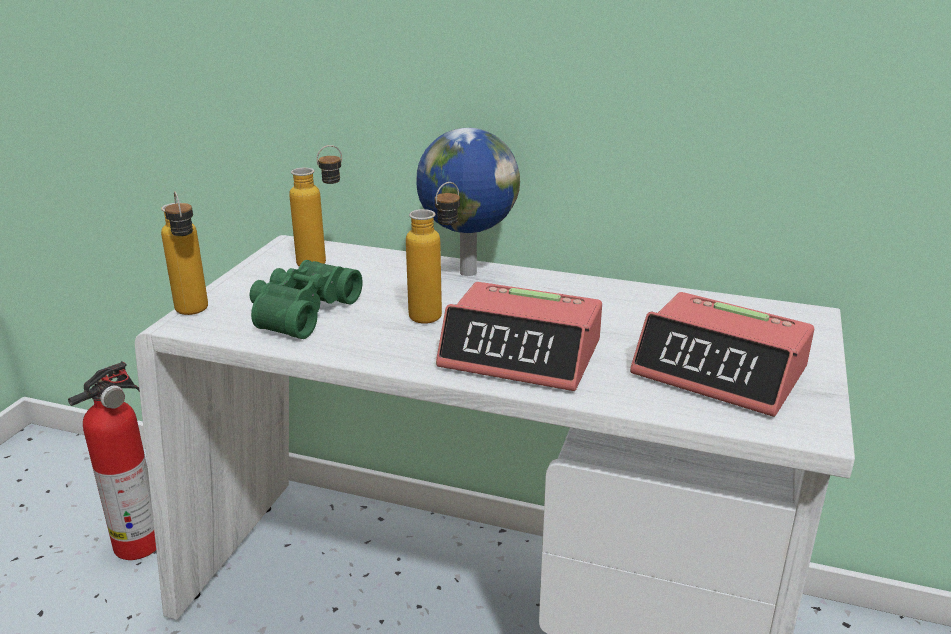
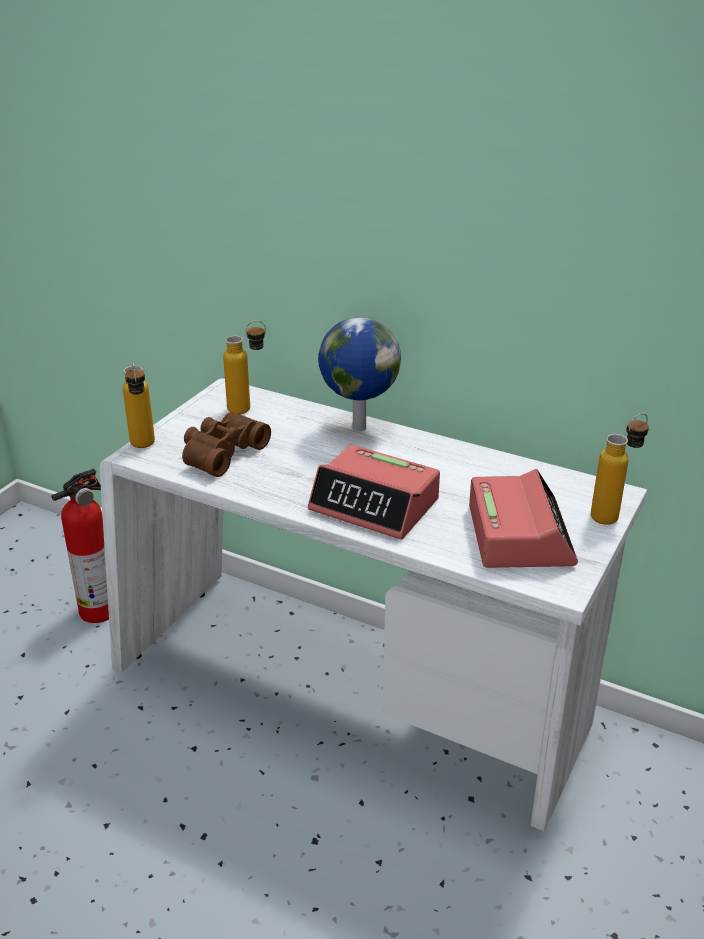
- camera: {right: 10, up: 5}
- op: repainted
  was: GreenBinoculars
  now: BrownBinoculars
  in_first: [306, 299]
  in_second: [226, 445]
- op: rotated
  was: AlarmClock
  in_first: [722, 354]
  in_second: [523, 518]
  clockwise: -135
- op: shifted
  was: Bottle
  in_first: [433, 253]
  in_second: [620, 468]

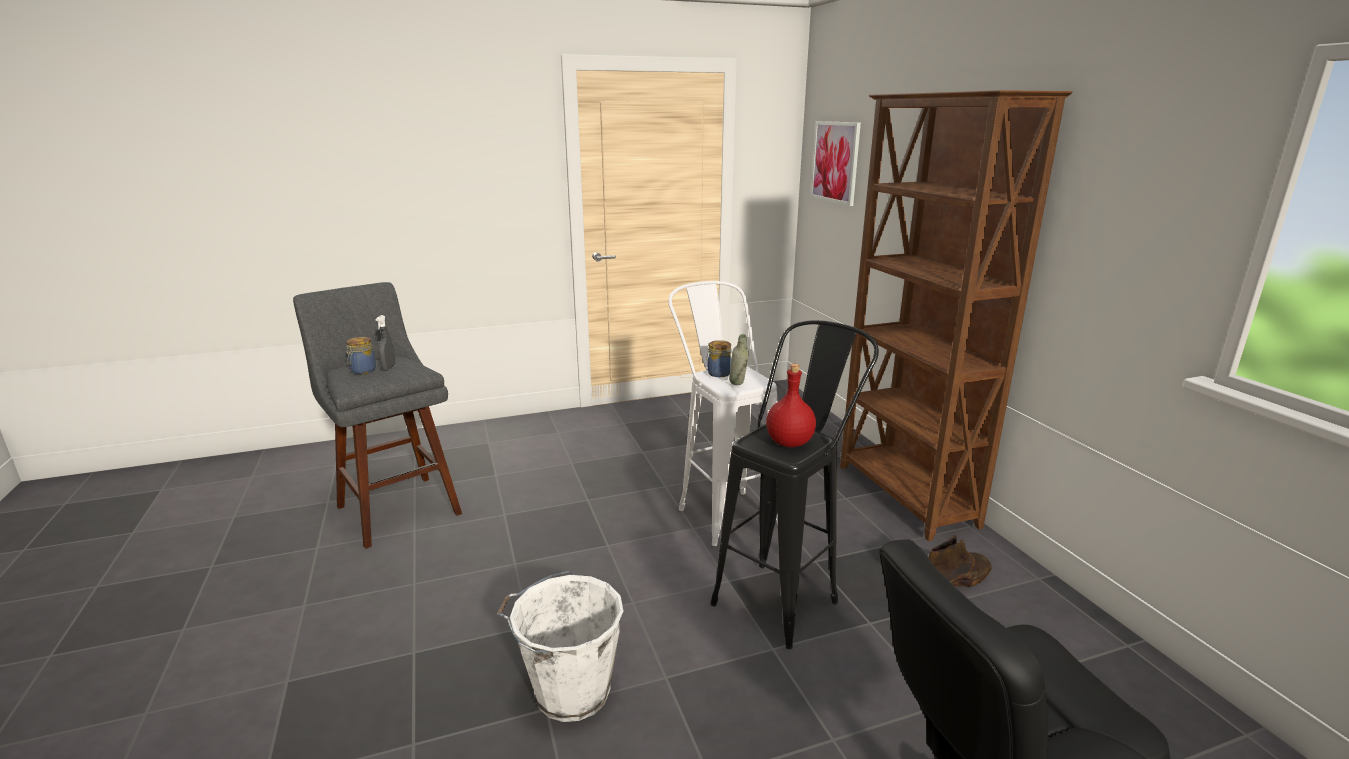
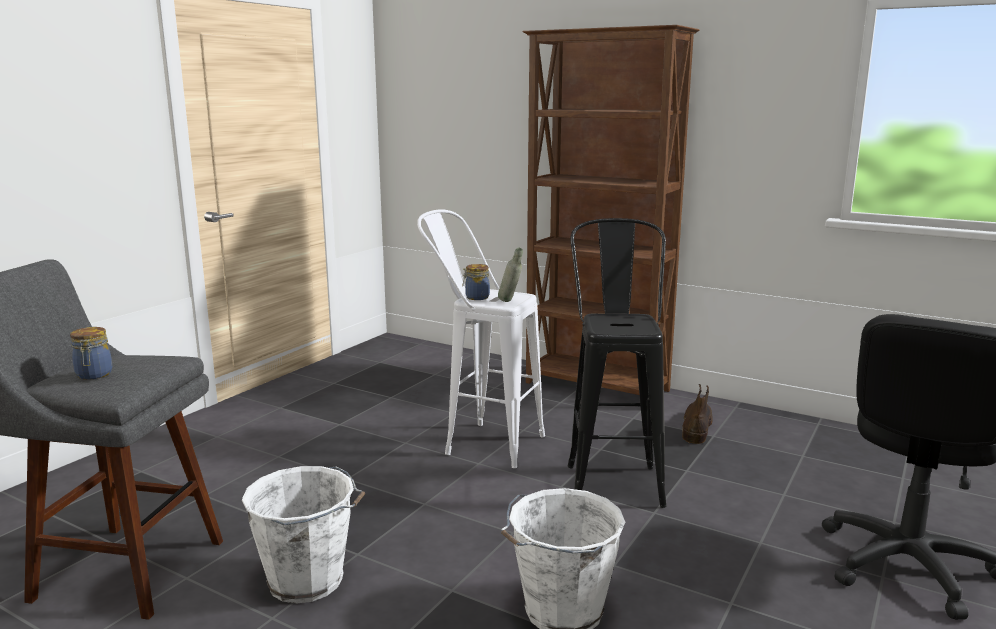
- camera: {right: -40, up: -5}
- op: new
  now: WhiteBucket
  in_second: [303, 535]
- op: gone
  was: GreySprayBottle
  in_first: [385, 343]
- op: gone
  was: RedBottle
  in_first: [791, 405]
- op: gone
  was: Picture
  in_first: [835, 163]

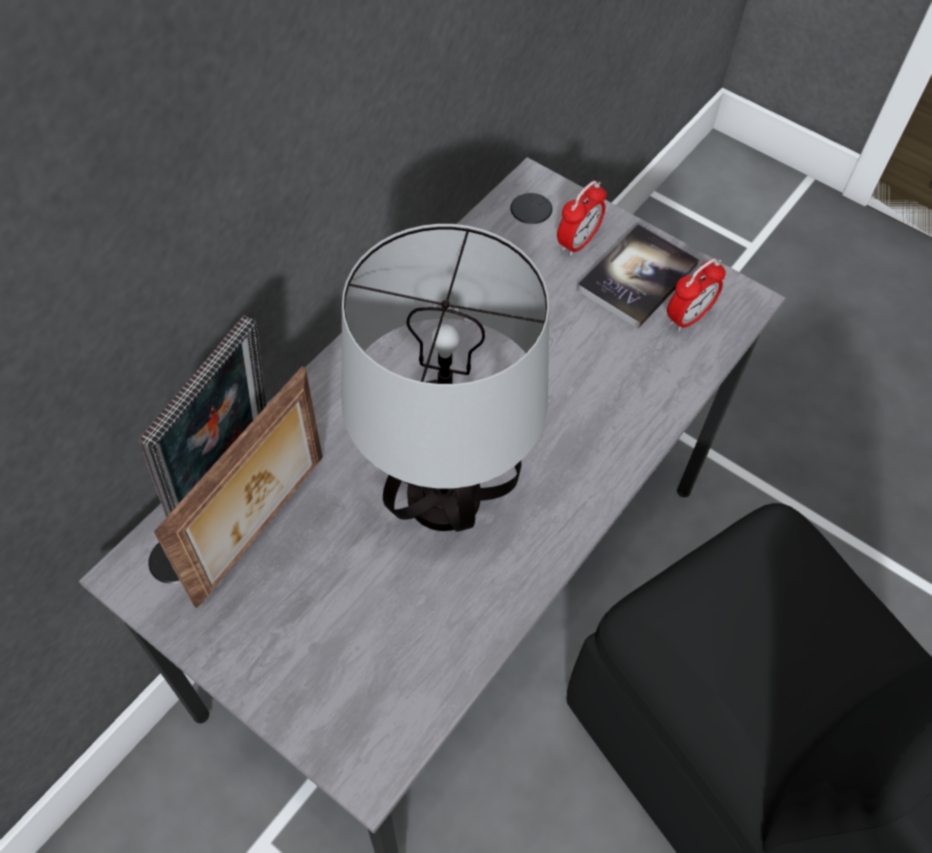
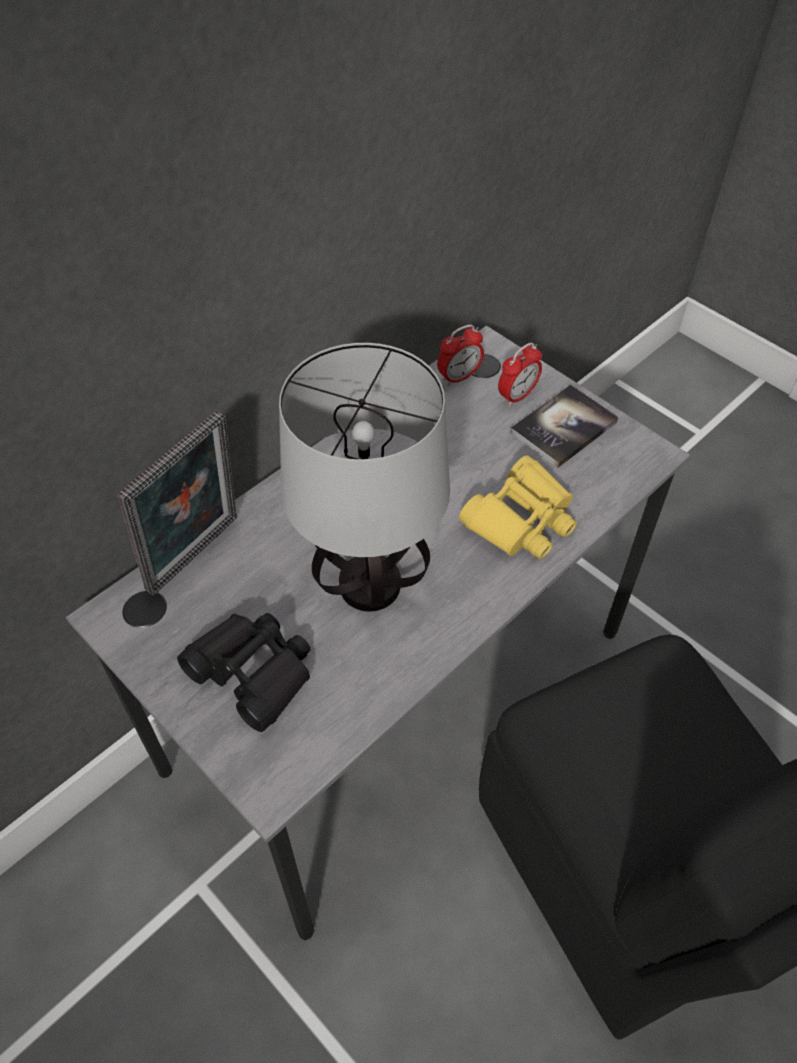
- camera: {right: 10, up: -5}
- op: new
  now: BlackBinoculars
  in_second: [243, 672]
- op: shifted
  was: AlarmClock
  in_first: [696, 295]
  in_second: [460, 355]
- op: new
  now: YellowBinoculars
  in_second: [518, 507]
- op: gone
  was: PictureFrame
  in_first: [238, 487]

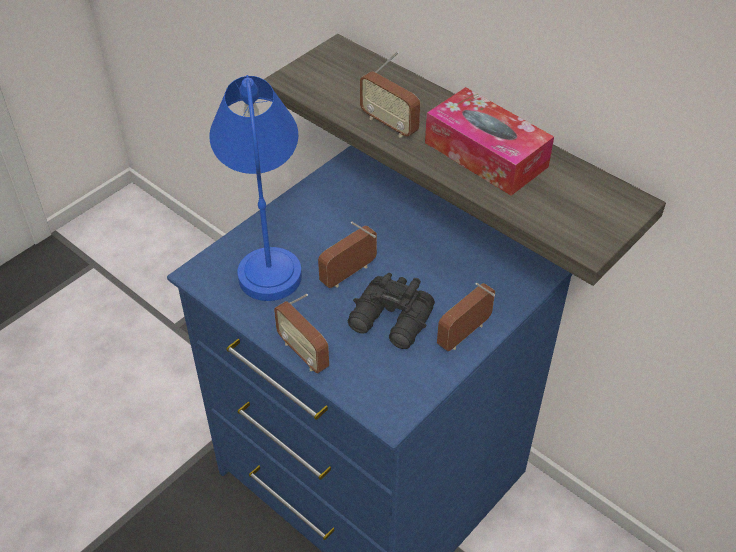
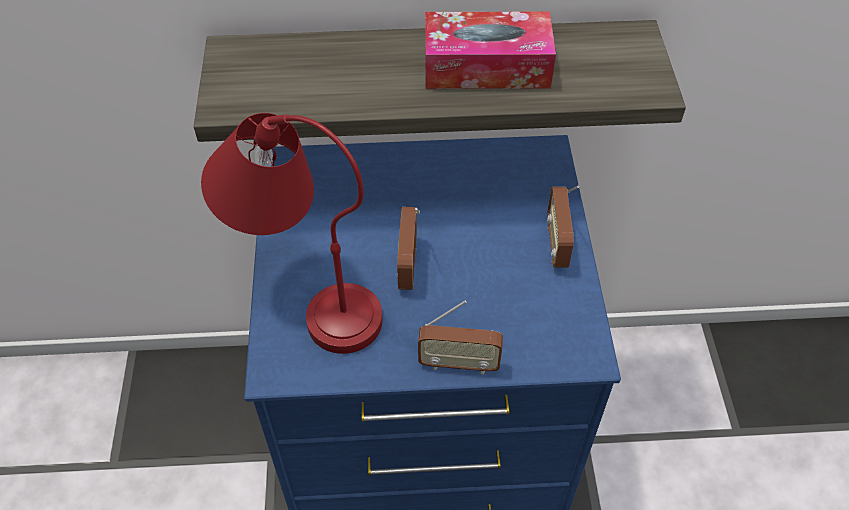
- camera: {right: -45, up: 5}
- op: repainted
  was: BlueTableLamp
  now: RedTableLamp
  in_first: [255, 188]
  in_second: [291, 233]
- op: gone
  was: BlackBinoculars
  in_first: [391, 311]
- op: gone
  was: Radio
  in_first: [390, 94]

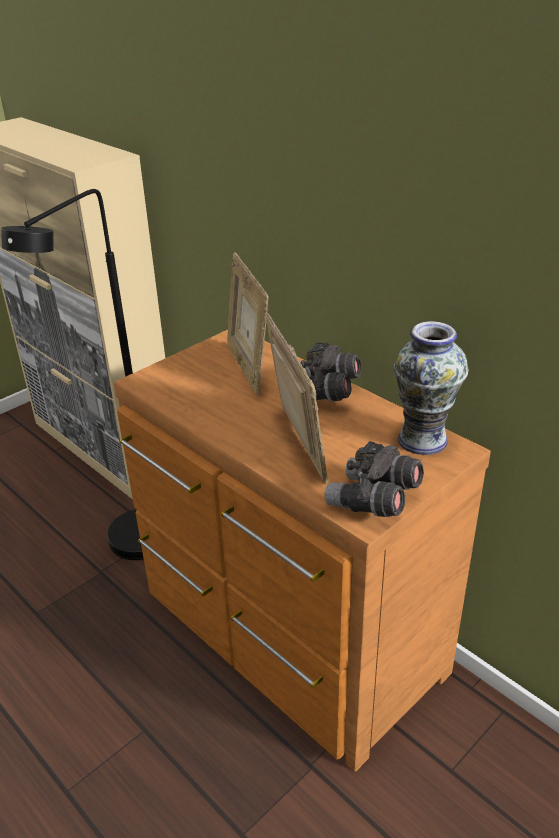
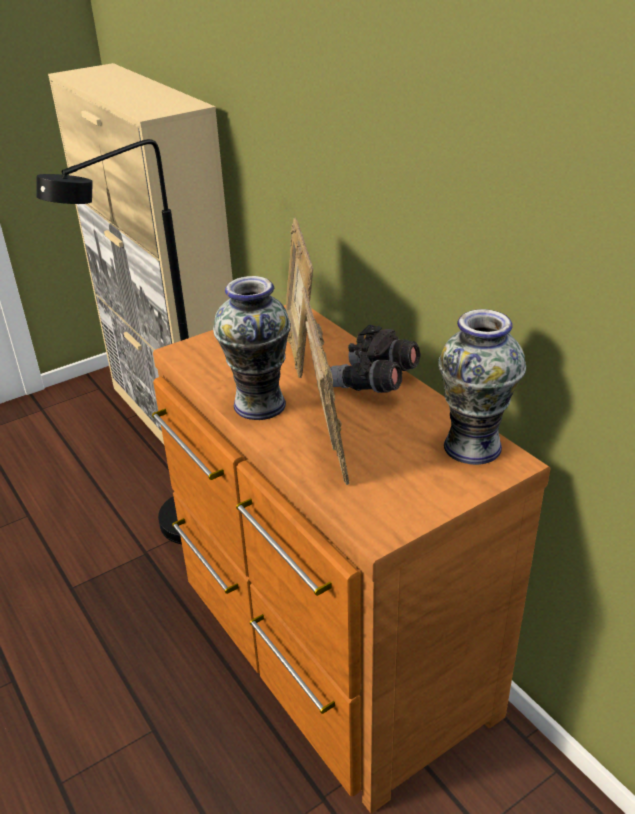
- camera: {right: 10, up: 0}
- op: new
  now: Vase
  in_second: [252, 348]
- op: gone
  was: GreyBinoculars
  in_first: [374, 479]

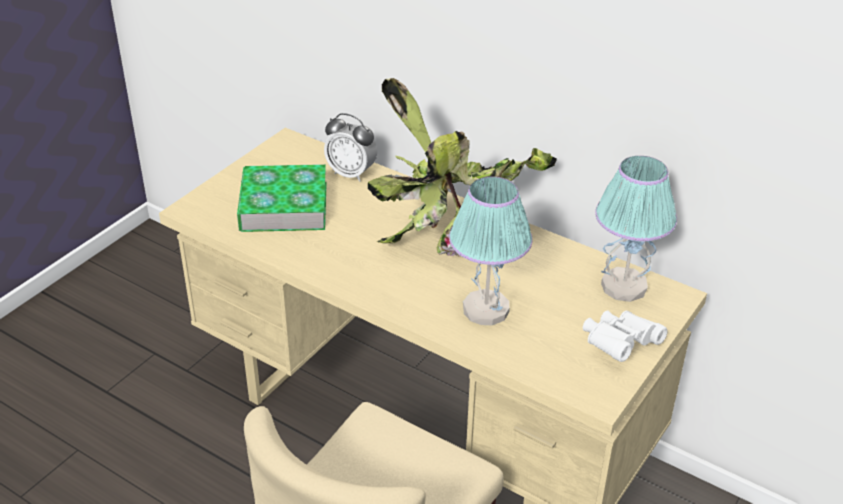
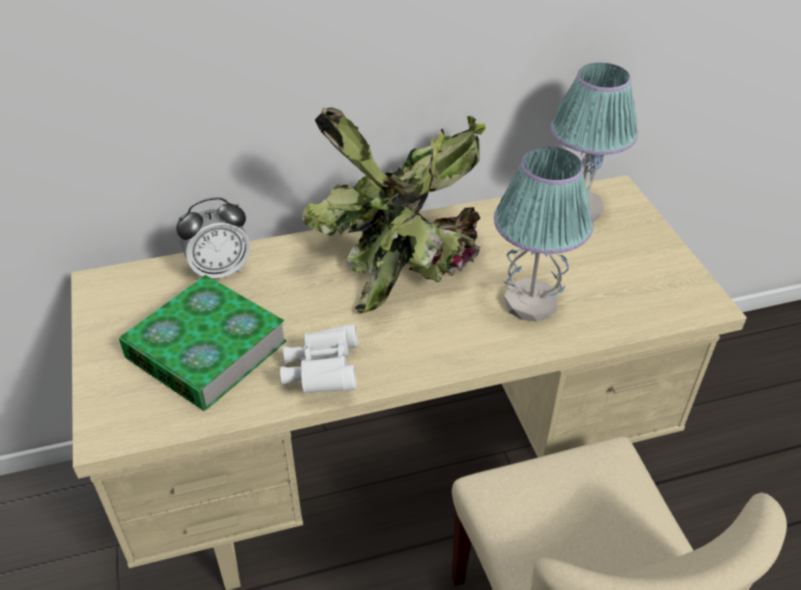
- camera: {right: -50, up: 5}
- op: shifted
  was: WhiteBinoculars
  in_first: [625, 336]
  in_second: [319, 359]

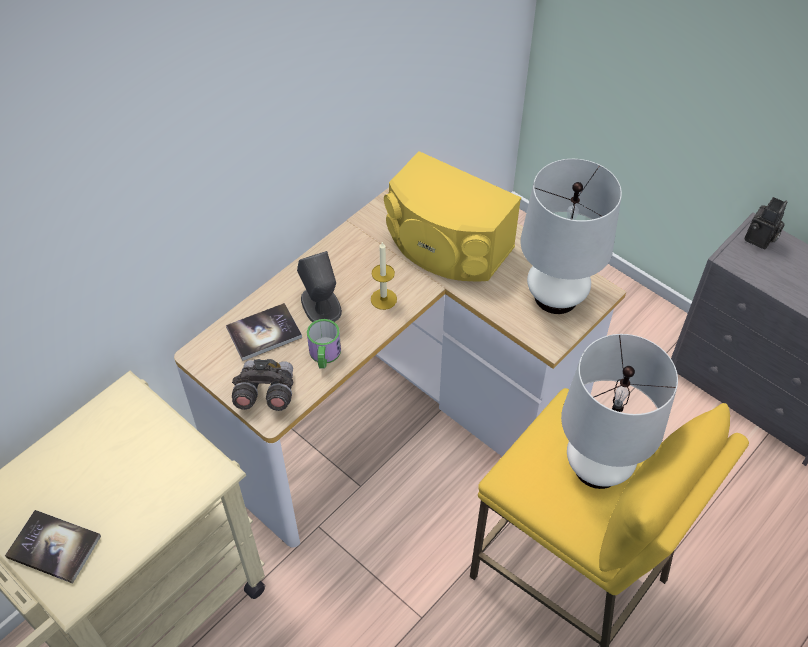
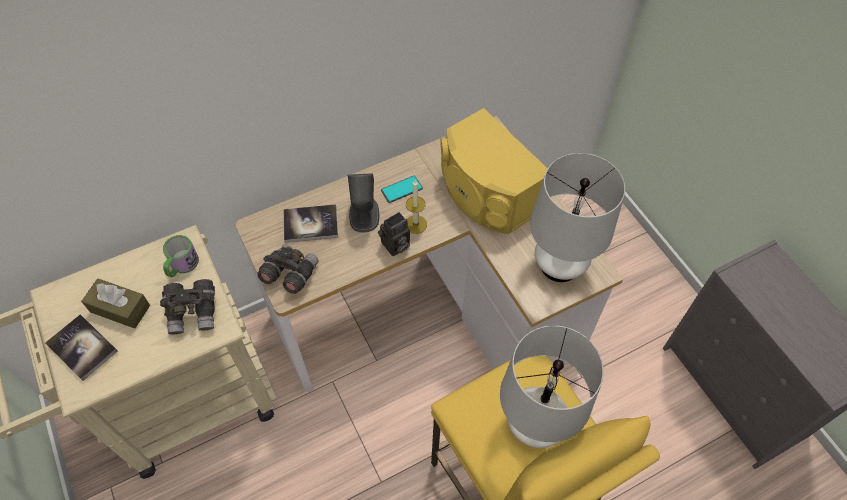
- camera: {right: 20, up: 5}
- op: new
  now: BrownTissueBox
  in_second: [115, 304]
- op: new
  now: GreyBinoculars
  in_second: [187, 306]
- op: shifted
  was: Mug
  in_first: [324, 344]
  in_second: [181, 256]
- op: shifted
  was: PhotoCamera
  in_first: [766, 223]
  in_second: [394, 234]
- op: new
  now: Phone
  in_second: [402, 189]

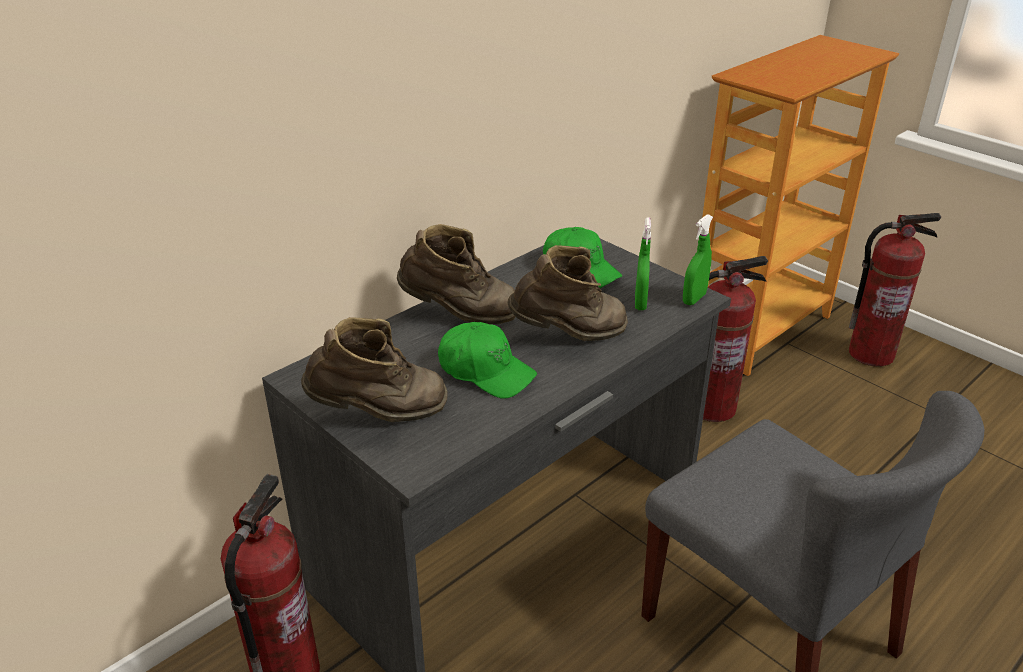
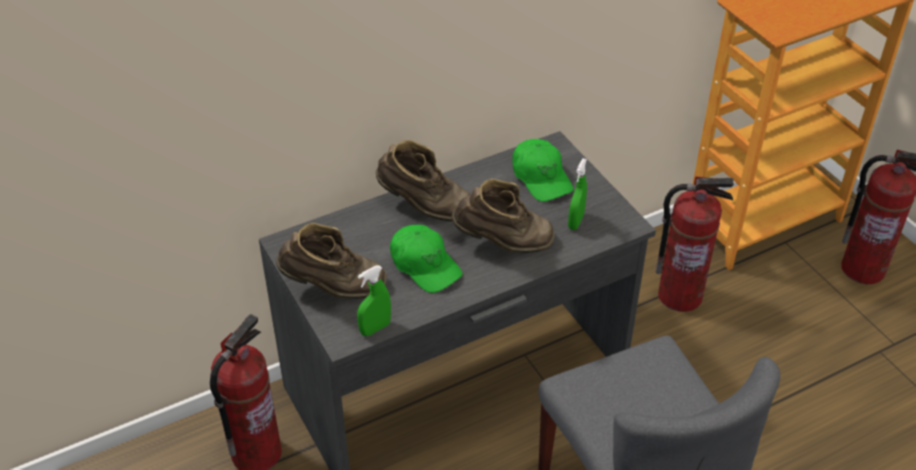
- camera: {right: 15, up: 10}
- op: shifted
  was: GreenSprayBottle
  in_first: [698, 259]
  in_second: [374, 300]

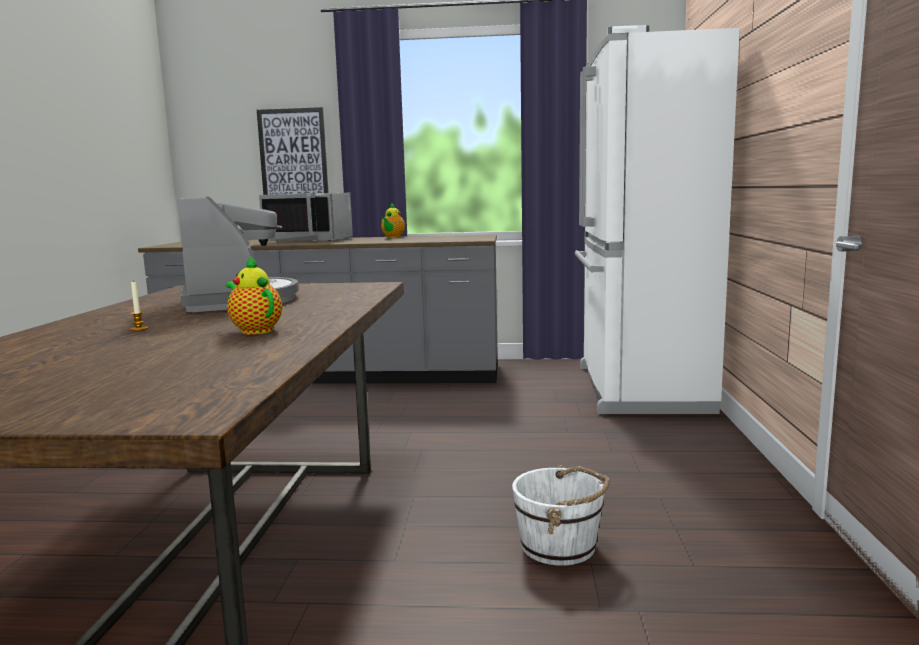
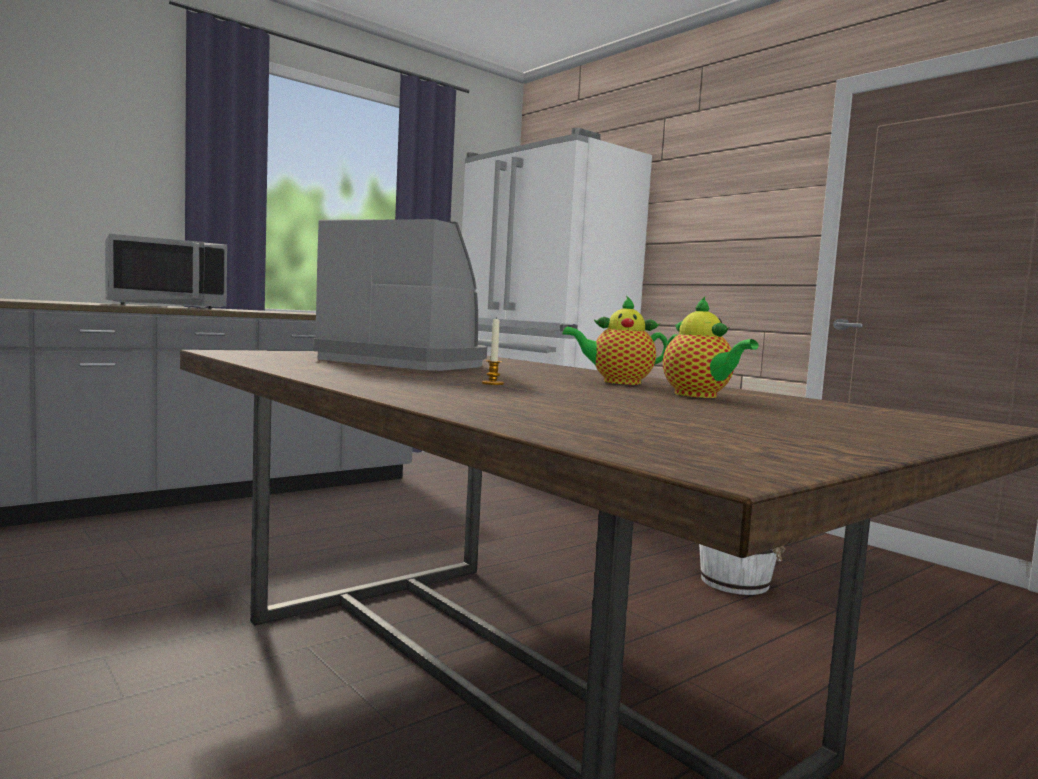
- camera: {right: -45, up: -5}
- op: shifted
  was: Teapot
  in_first: [393, 220]
  in_second: [711, 347]
- op: gone
  was: Picture
  in_first: [293, 151]

